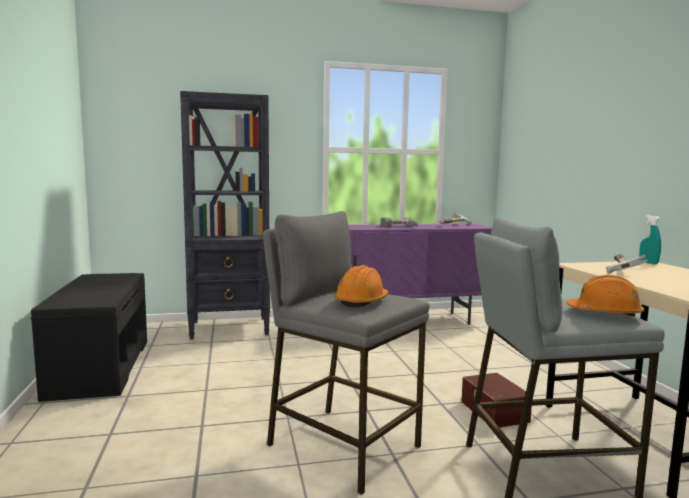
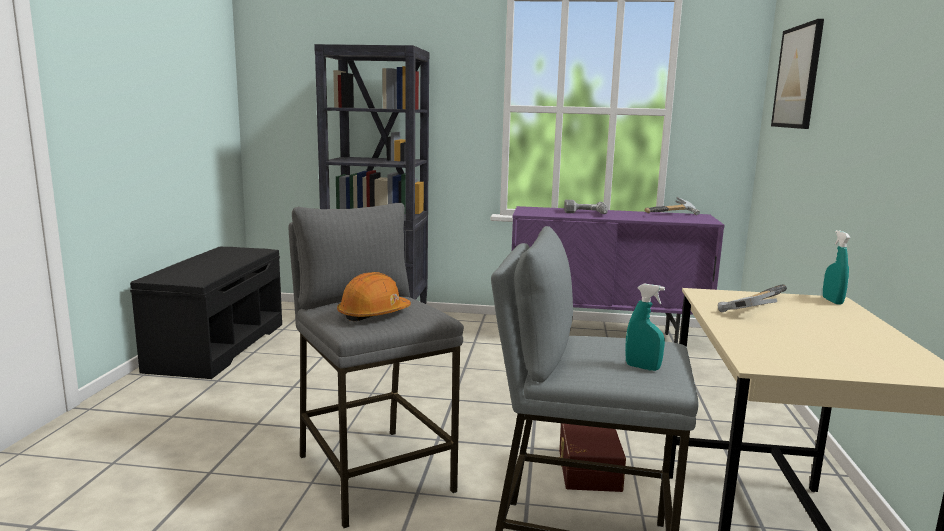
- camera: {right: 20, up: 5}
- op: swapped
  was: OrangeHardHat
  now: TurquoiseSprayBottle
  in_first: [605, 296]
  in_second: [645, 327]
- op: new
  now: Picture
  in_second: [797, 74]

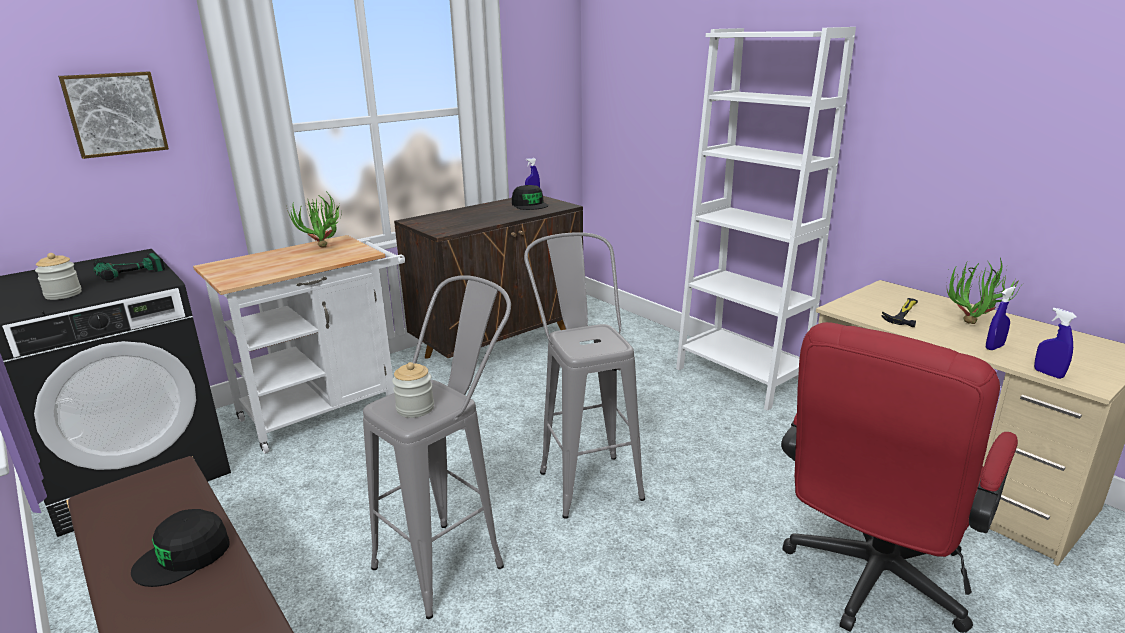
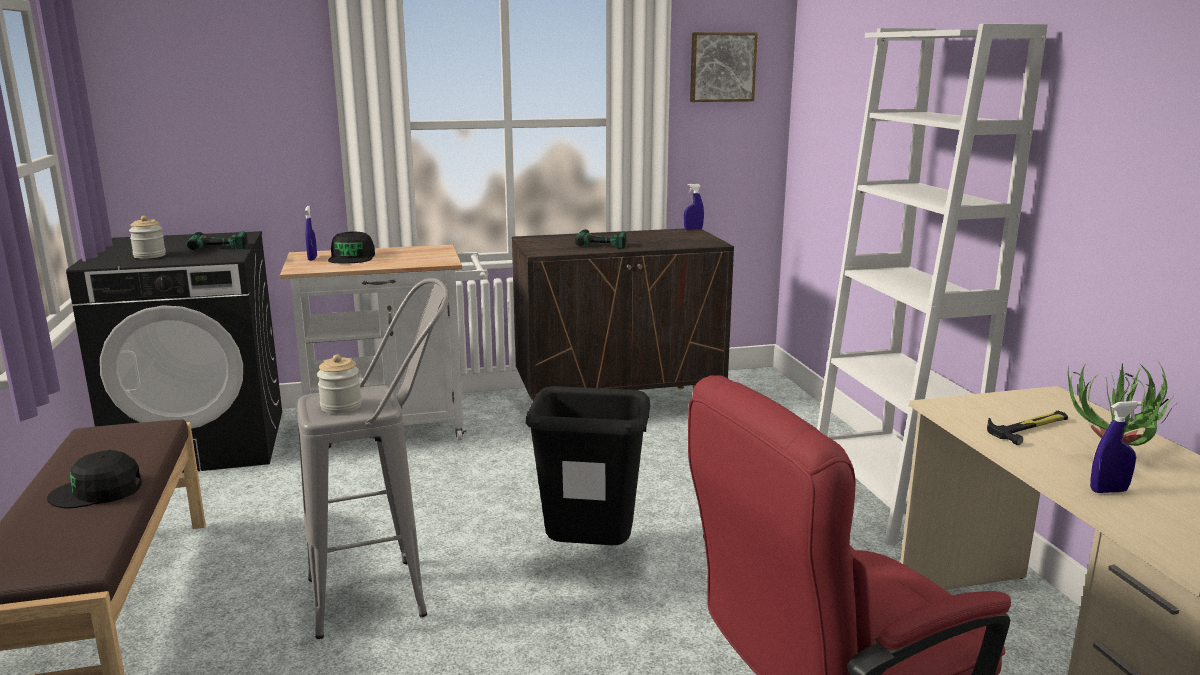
- camera: {right: 25, up: -5}
- op: shifted
  was: BlueSprayBottle
  in_first: [1055, 343]
  in_second: [311, 233]
- op: shifted
  was: BlackCap
  in_first: [530, 197]
  in_second: [351, 247]
- op: swapped
  was: GreyStool
  now: BlackTrashCan
  in_first: [584, 375]
  in_second: [588, 465]
- op: new
  now: PowerDrill
  in_second: [600, 239]
- op: shifted
  was: Picture
  in_first: [113, 115]
  in_second: [724, 67]
- op: gone
  was: PottedPlant
  in_first: [314, 219]

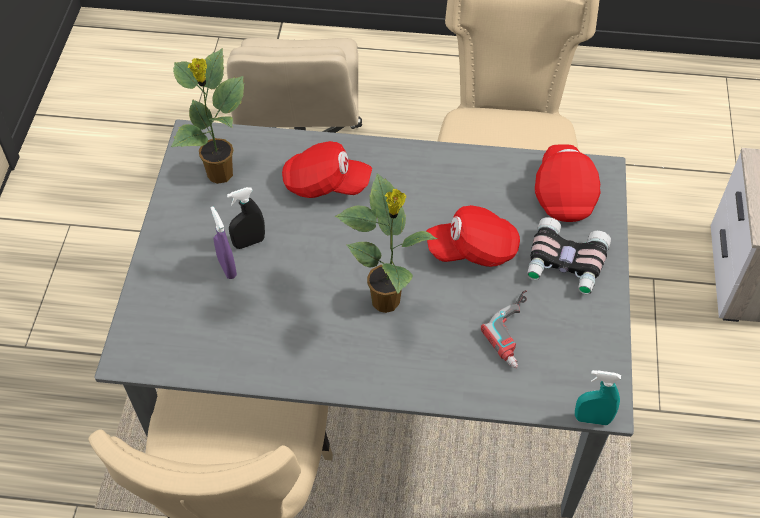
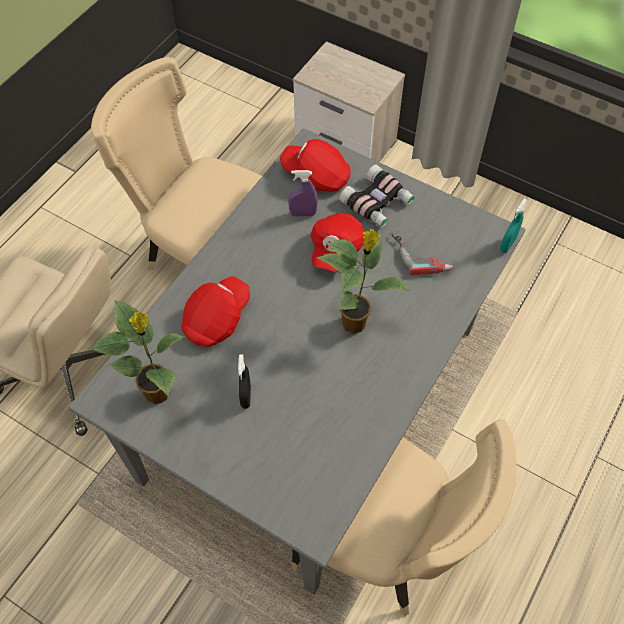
- camera: {right: -65, up: 5}
- op: shifted
  was: PurpleSprayBottle
  in_first: [224, 242]
  in_second: [303, 193]

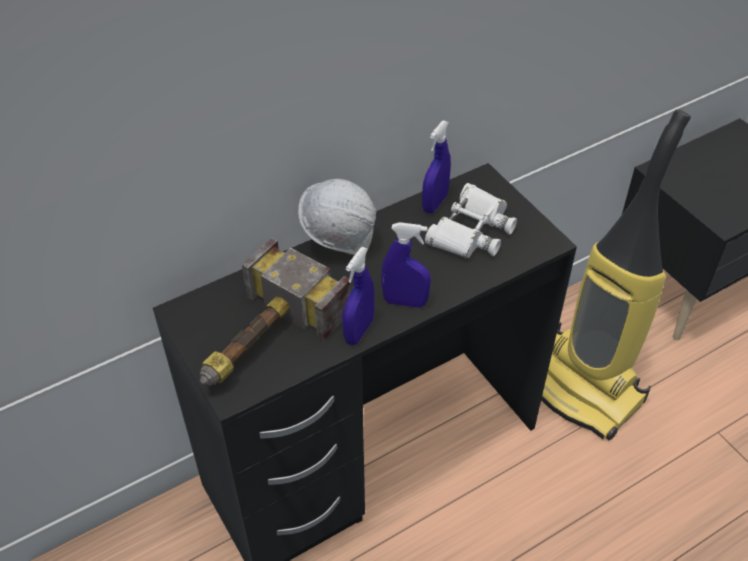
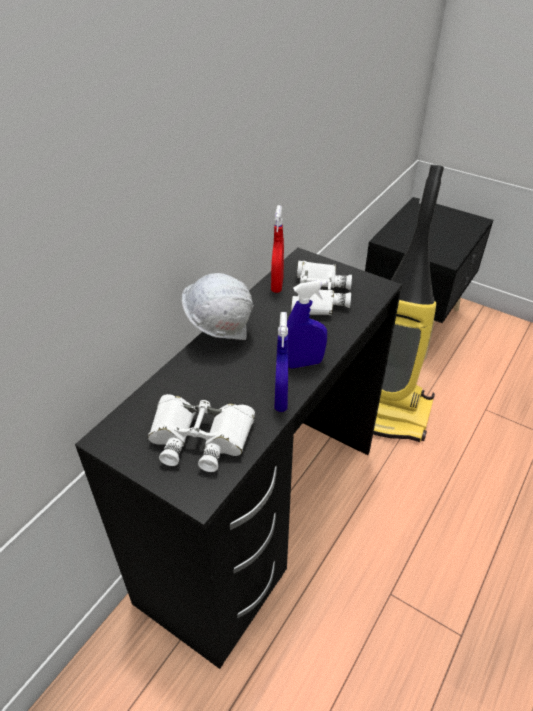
- camera: {right: -25, up: -5}
- op: swapped
  was: Hammer
  now: WhiteBinoculars
  in_first: [275, 312]
  in_second: [201, 433]
- op: repainted
  was: BlueSprayBottle
  now: RedSprayBottle
  in_first: [436, 167]
  in_second: [277, 249]

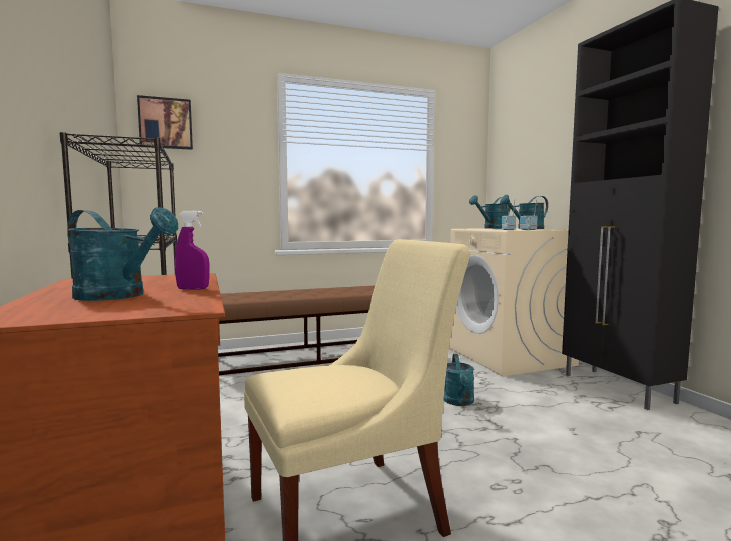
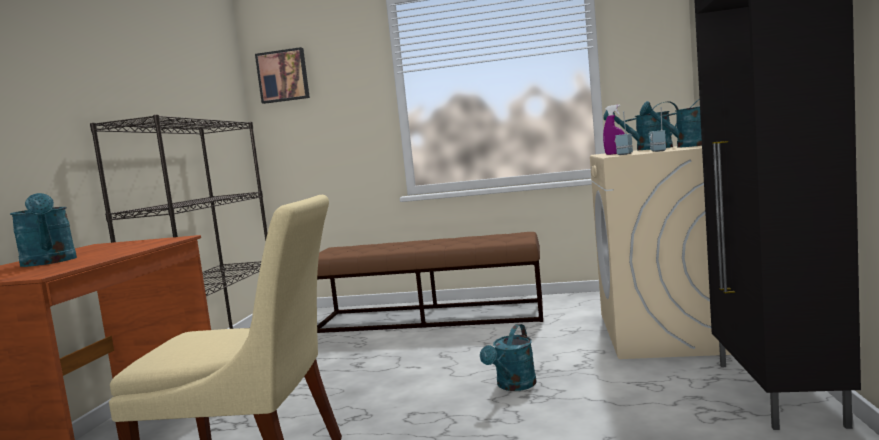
- camera: {right: 30, up: 0}
- op: shifted
  was: PurpleSprayBottle
  in_first: [191, 249]
  in_second: [614, 130]

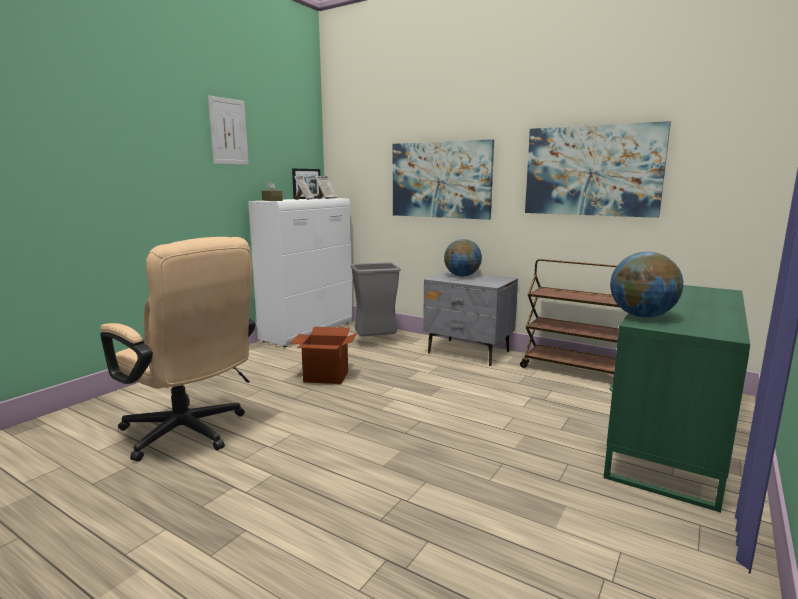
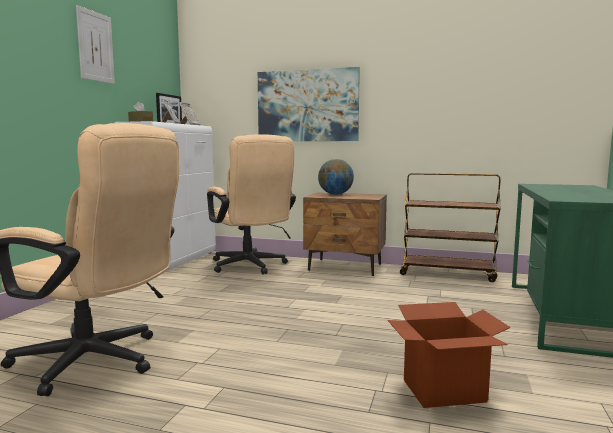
- camera: {right: -15, up: -5}
- op: swapped
  was: GreyTrashCan
  now: BeigeOfficeChair
  in_first: [375, 299]
  in_second: [251, 204]
- op: repainted
  was: GreyNightstand
  now: BrownNightstand
  in_first: [470, 318]
  in_second: [345, 234]
- op: shifted
  was: CardboardBox
  in_first: [323, 355]
  in_second: [448, 355]
- op: gone
  was: Picture
  in_first: [598, 169]
- op: gone
  was: Globe
  in_first: [646, 284]

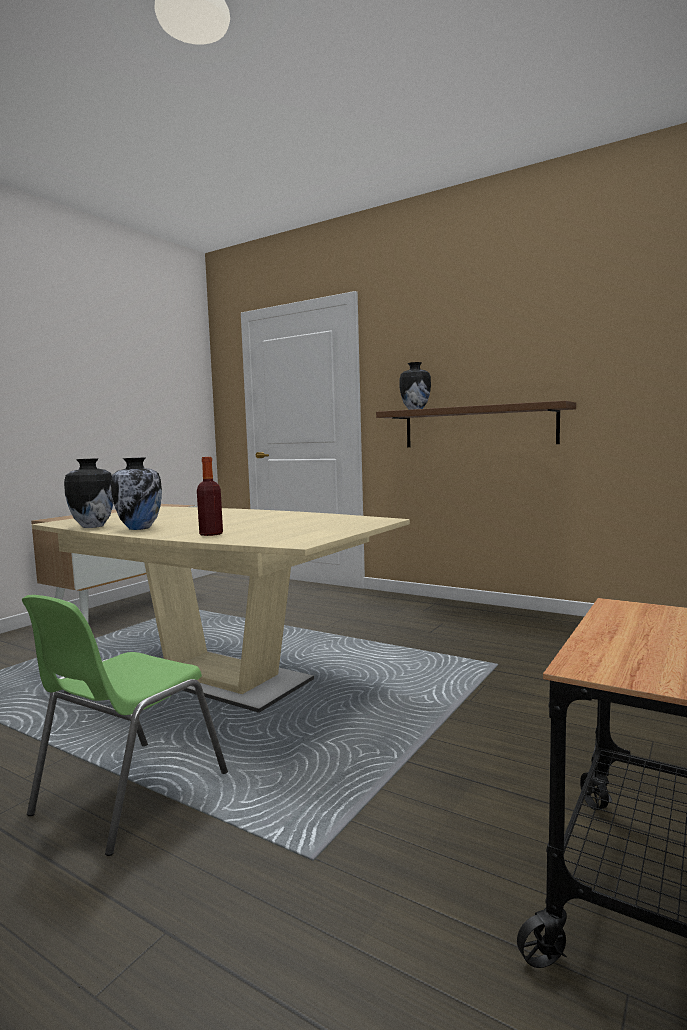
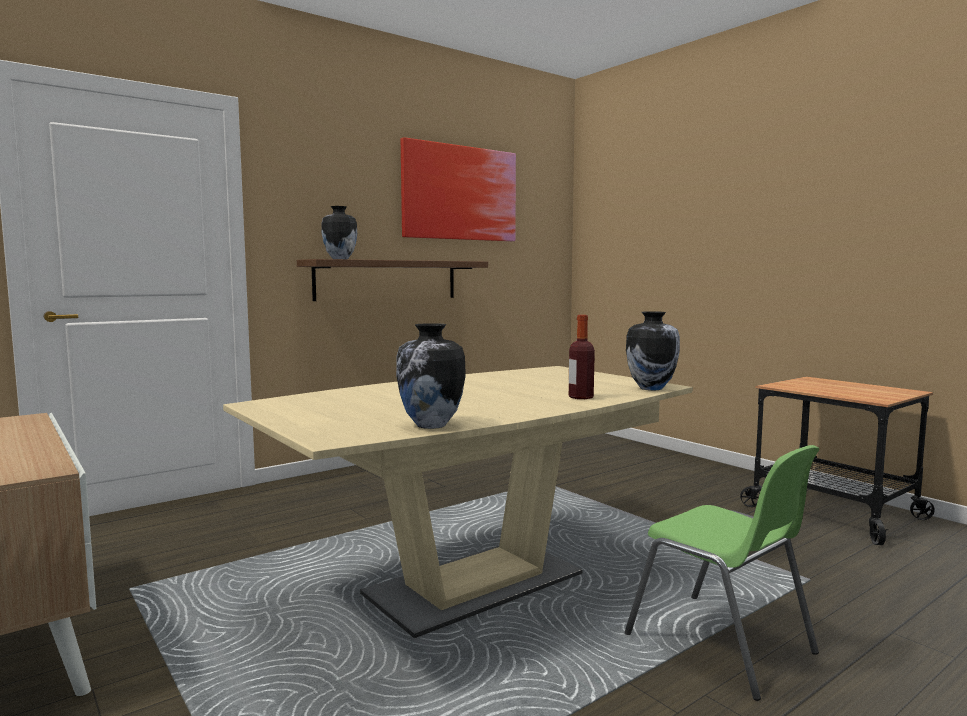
- camera: {right: -70, up: 0}
- op: new
  now: Picture
  in_second: [458, 189]
- op: shifted
  was: Vase
  in_first: [136, 493]
  in_second: [653, 350]

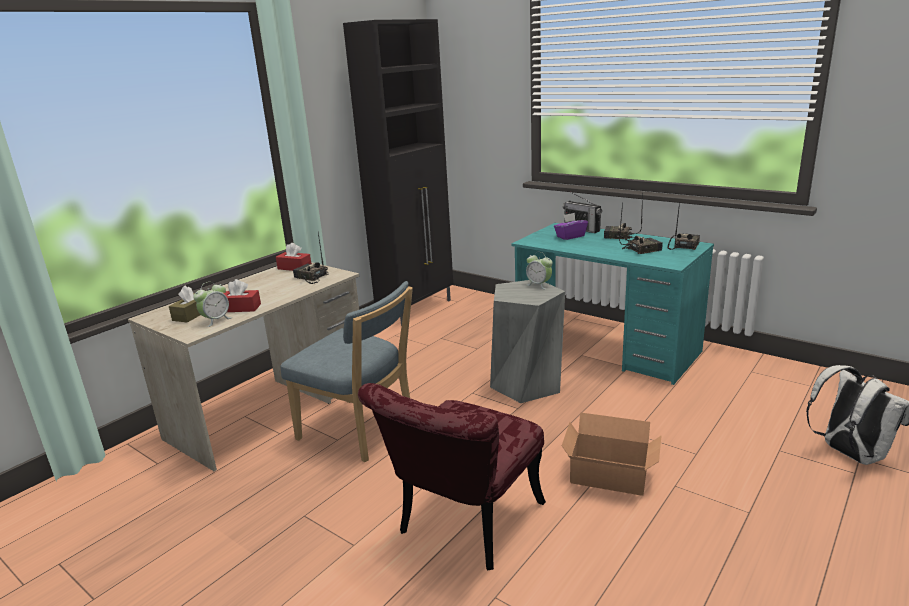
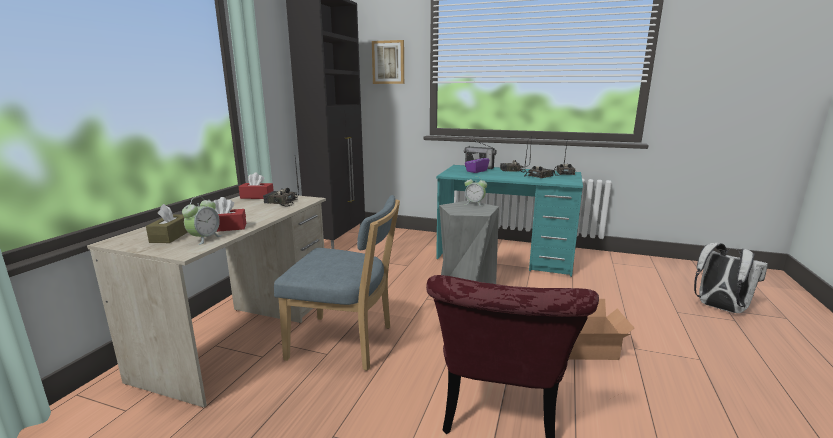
- camera: {right: -20, up: -5}
- op: new
  now: Picture
  in_second: [388, 62]

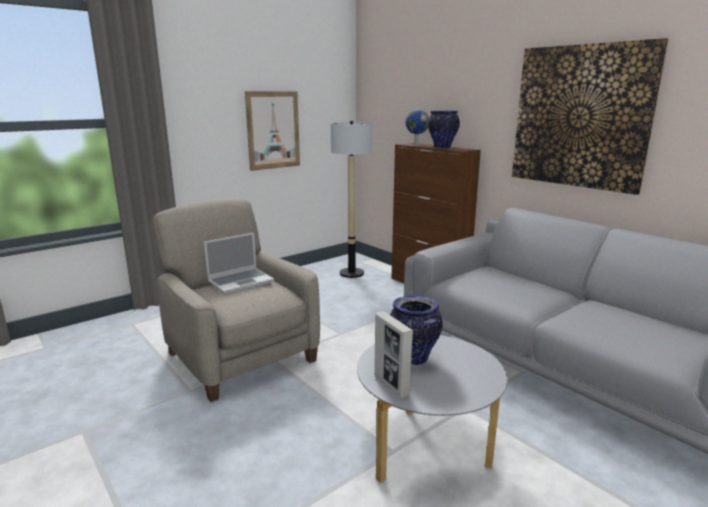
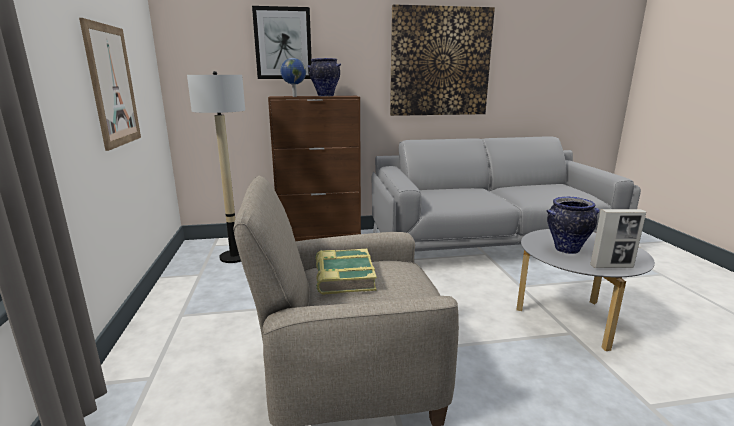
- camera: {right: -60, up: 0}
- op: new
  now: Picture
  in_second: [282, 42]
- op: swapped
  was: Laptop
  now: Book
  in_first: [239, 263]
  in_second: [346, 272]

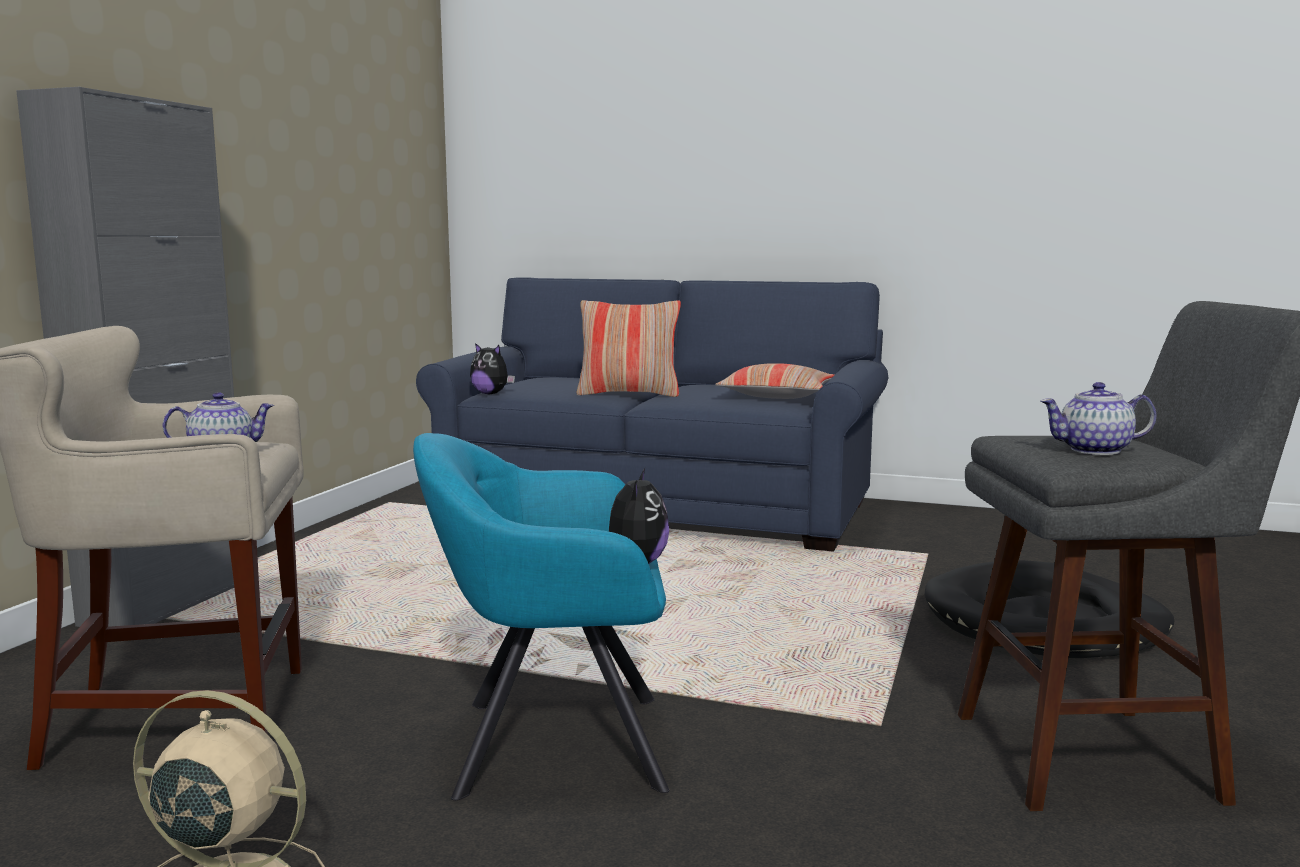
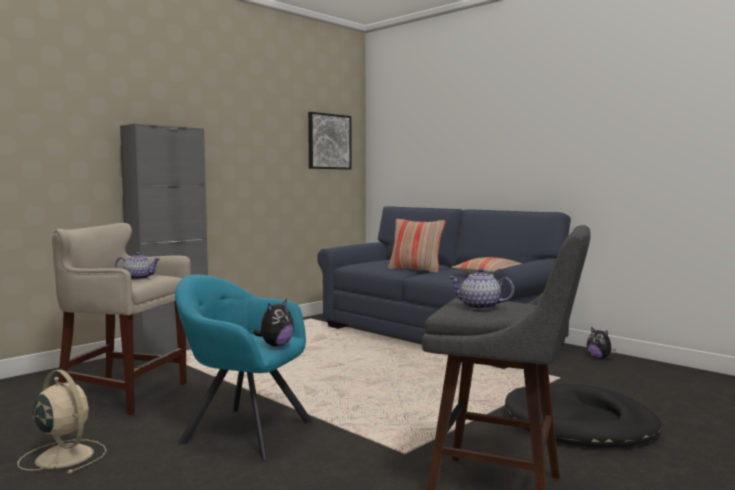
- camera: {right: 25, up: -5}
- op: new
  now: Picture
  in_second: [330, 141]
- op: shifted
  was: PlushToy
  in_first: [492, 368]
  in_second: [601, 343]

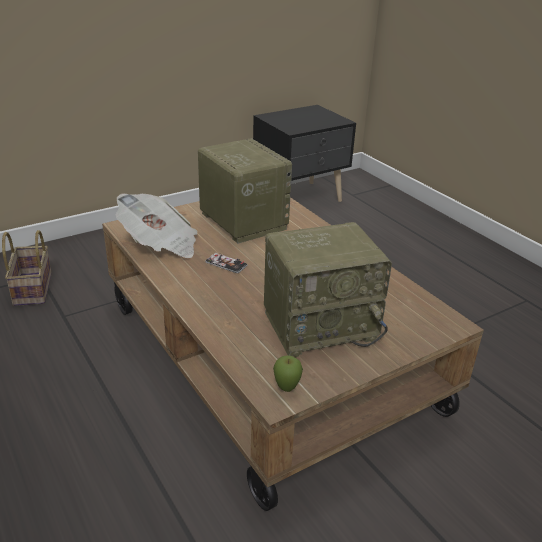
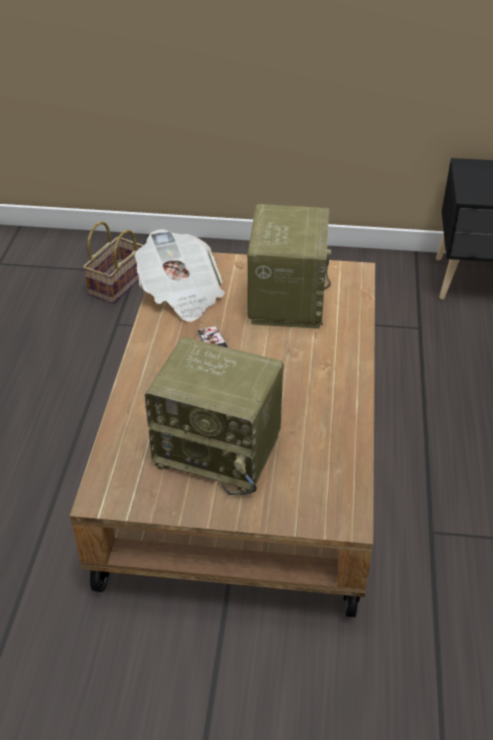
- camera: {right: 40, up: 10}
- op: gone
  was: Apple
  in_first: [288, 373]

